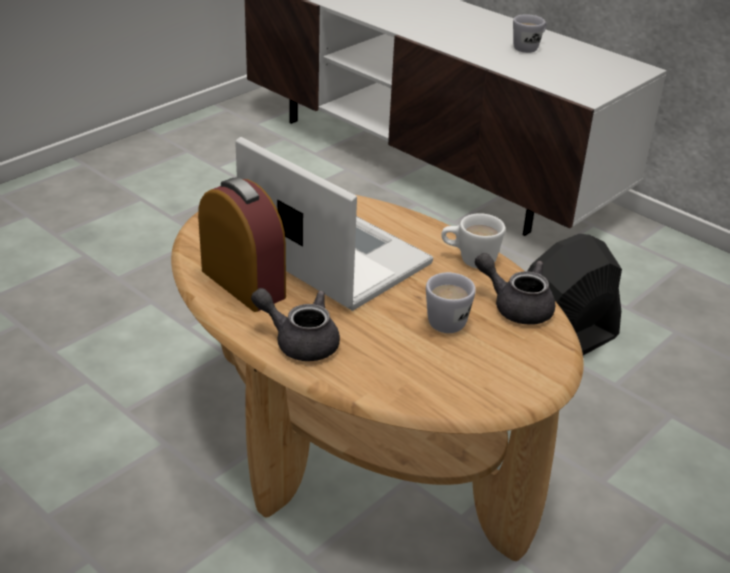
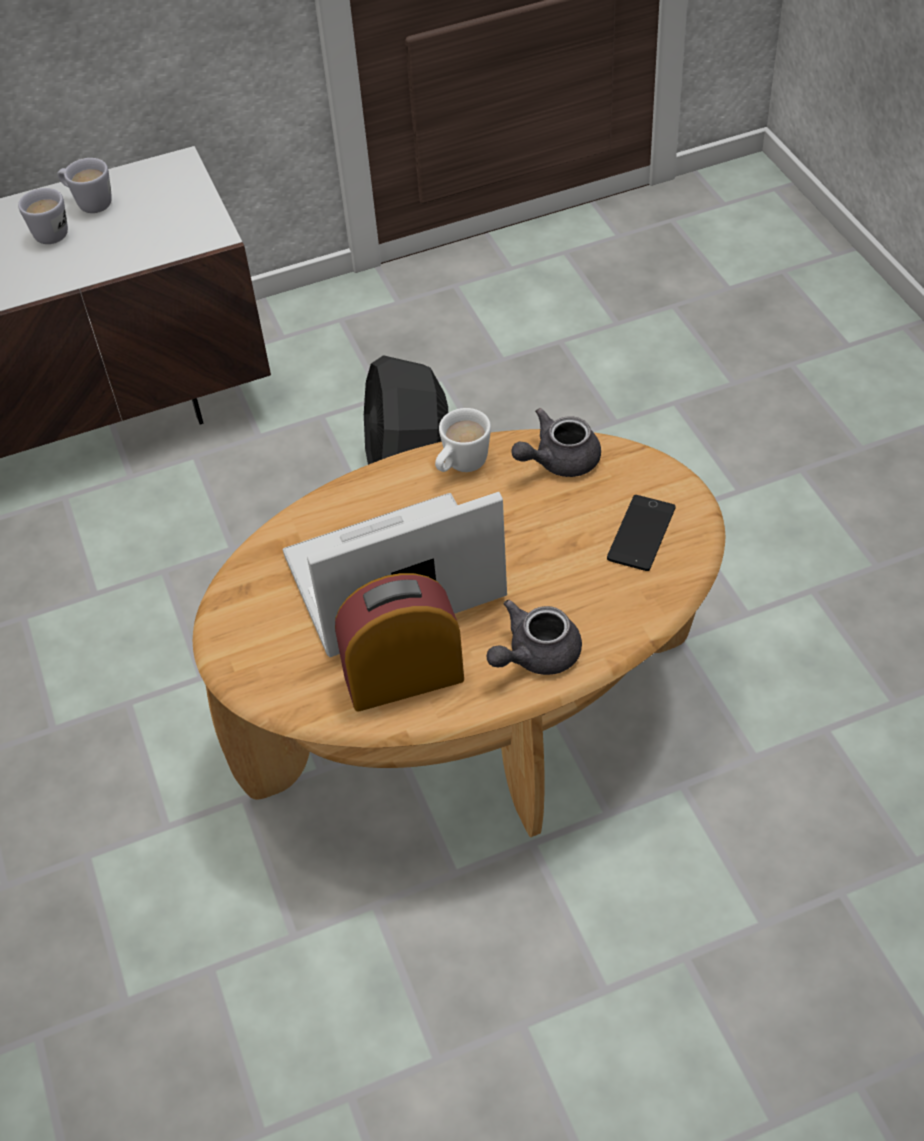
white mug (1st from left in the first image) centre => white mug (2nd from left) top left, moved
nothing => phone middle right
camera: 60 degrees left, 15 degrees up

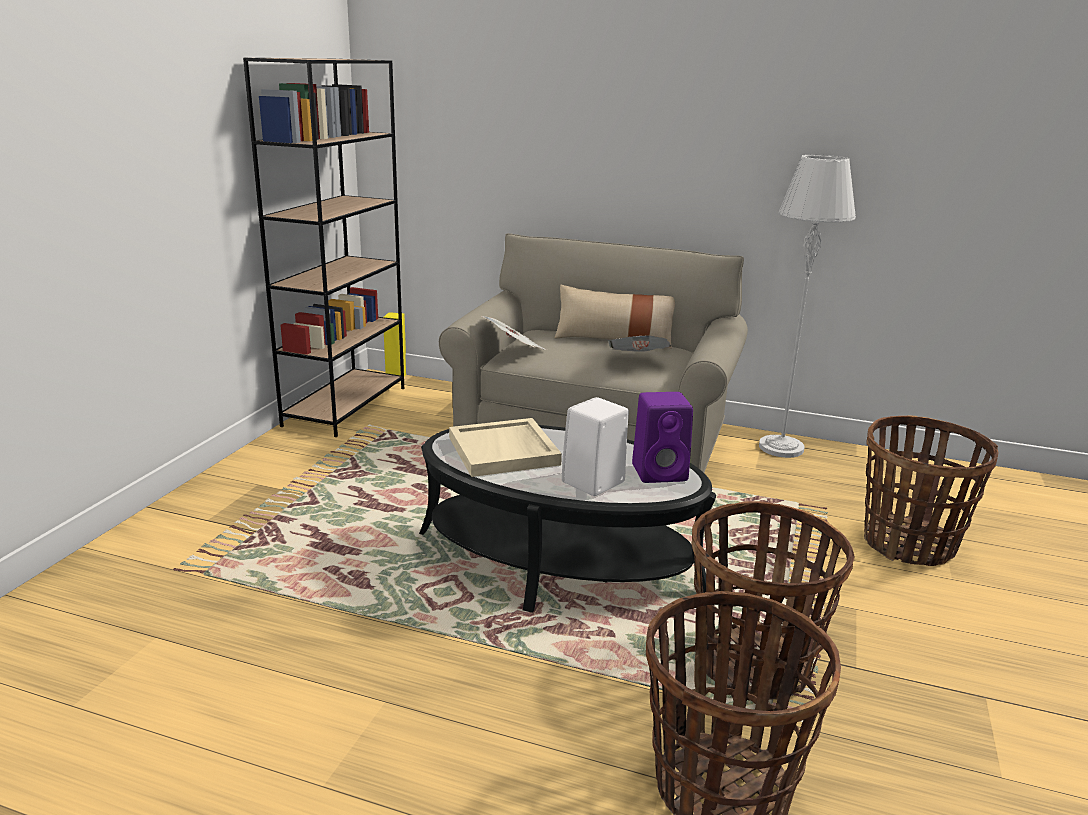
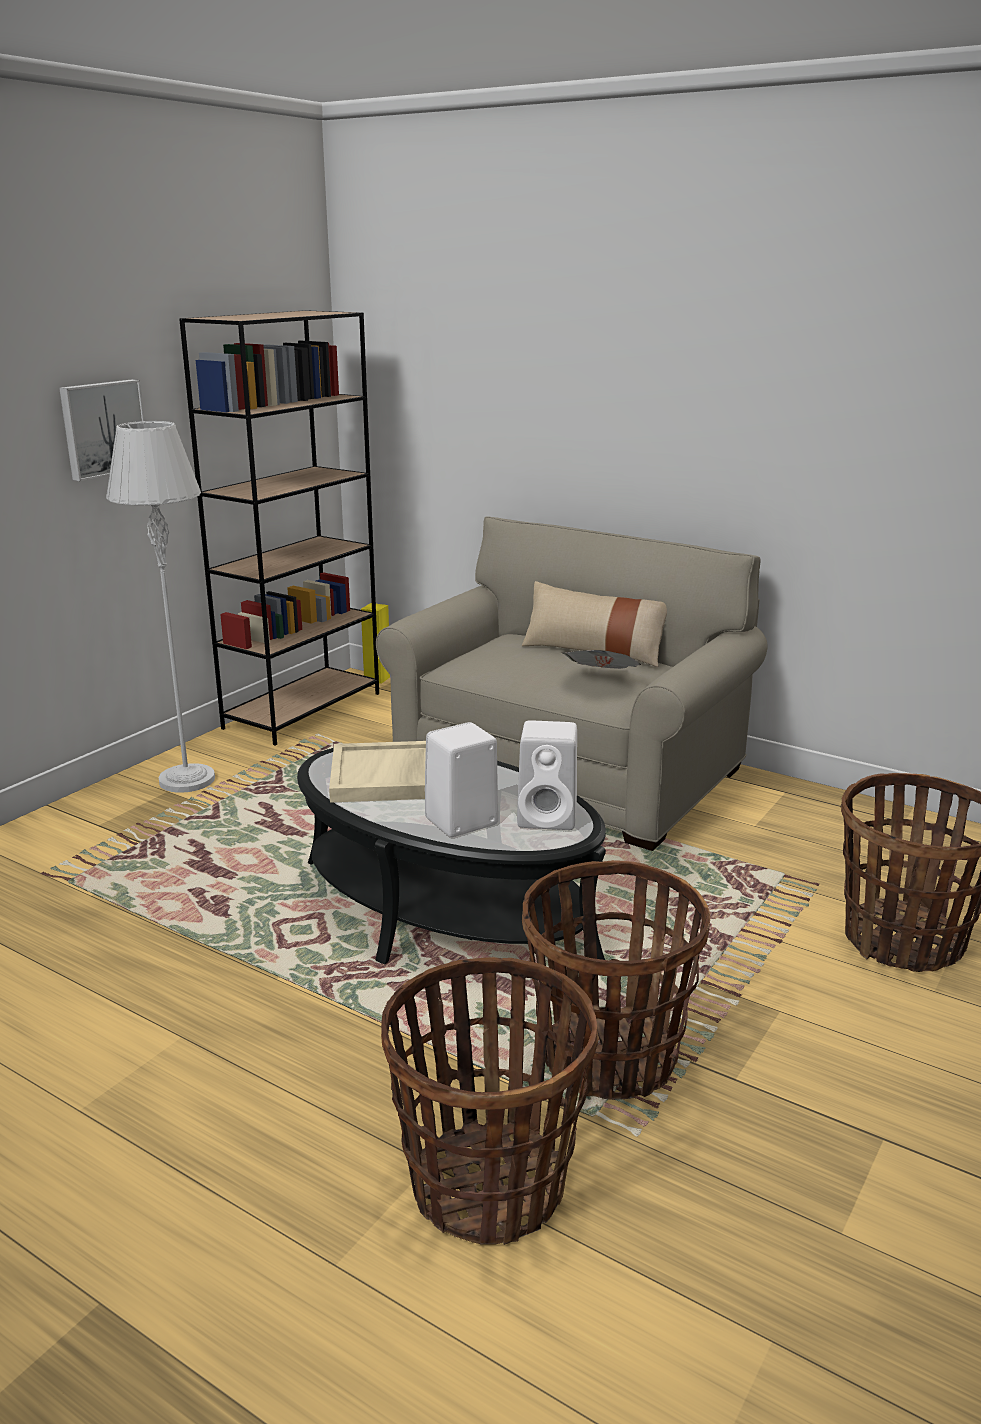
nothing => picture top left
grey floor lamp middle right => grey floor lamp middle left, moved
purple speaker centre => white speaker (2nd from left) centre
newspaper (1st from left) centre => nothing
camera: 15 degrees right, 0 degrees up

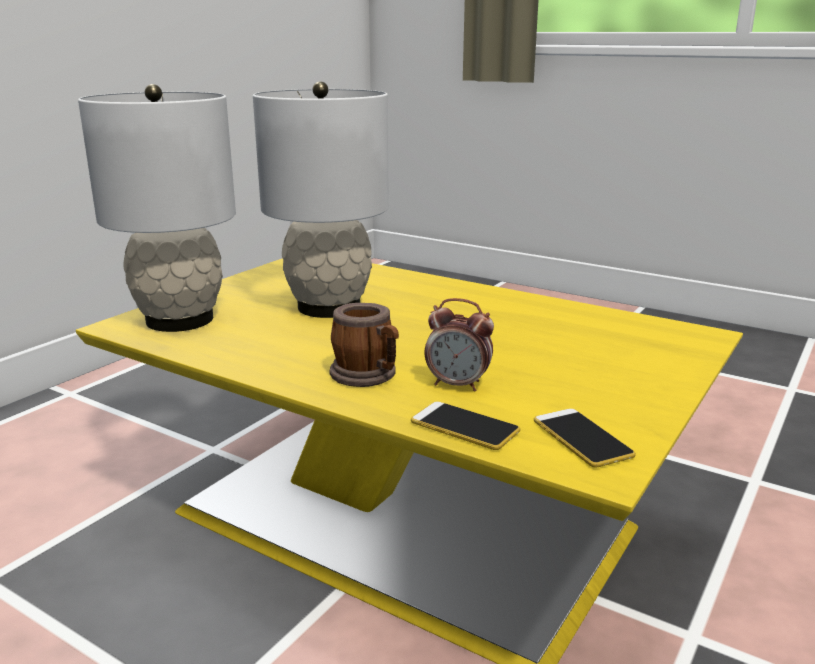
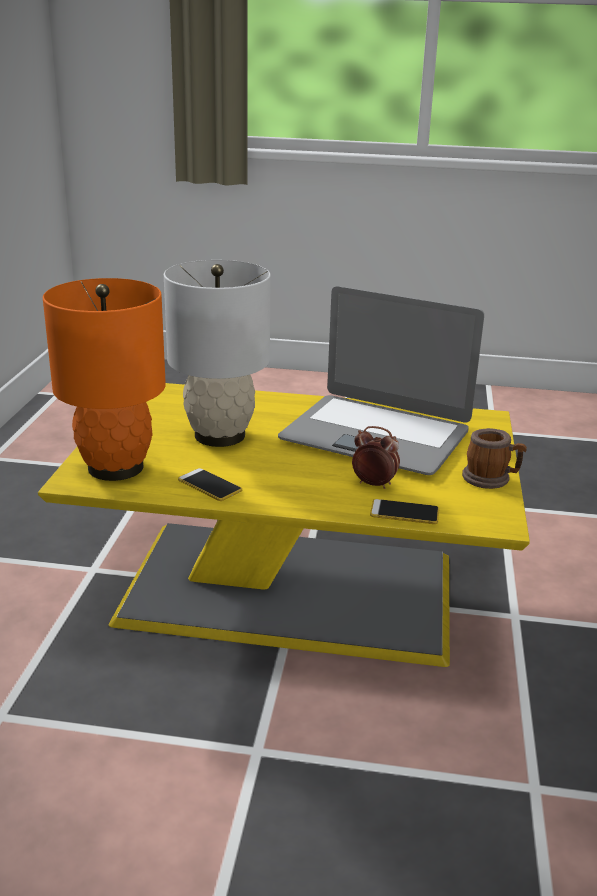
white table lamp (1st from left) top left => orange table lamp middle left
phone (2nd from left in the first image) middle right => phone (1st from left) centre, moved
nothing => laptop centre
alarm clock centre, 150 degrees counterclockwise
mug centre => mug middle right, moved
camera: 25 degrees left, 5 degrees up

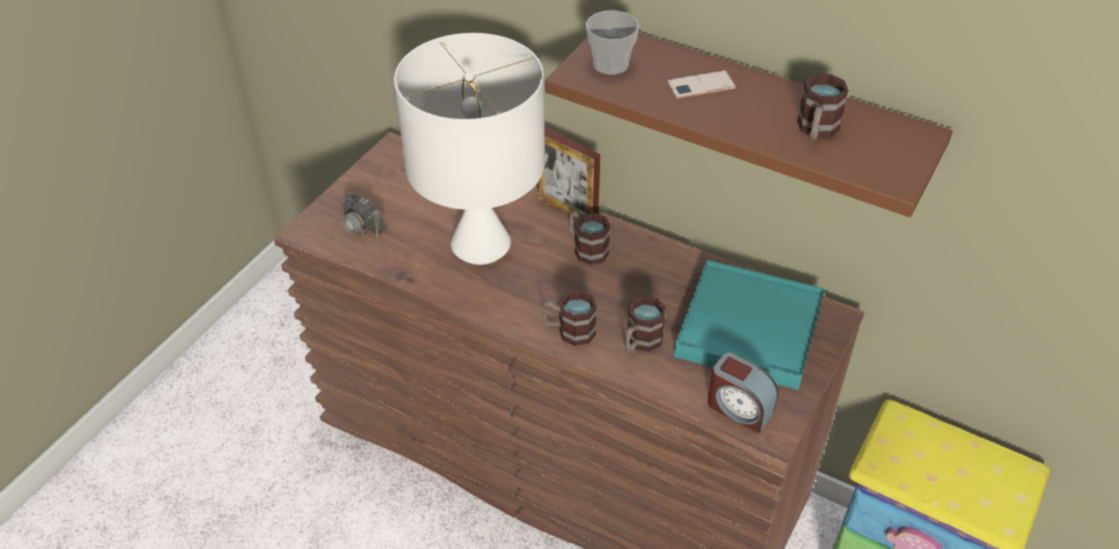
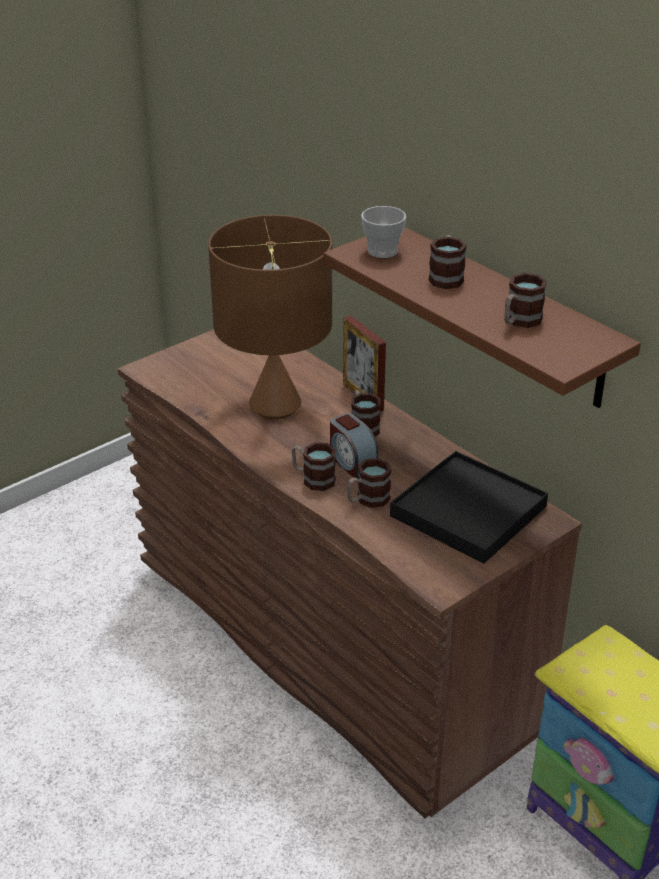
white table lamp top centre => brown table lamp centre
alarm clock bottom centre => alarm clock centre, moved
turquoise tray middle right => black tray middle right
phone top centre => mug (4th from left) top right
photo camera middle left => nothing
camera: 20 degrees right, 10 degrees down

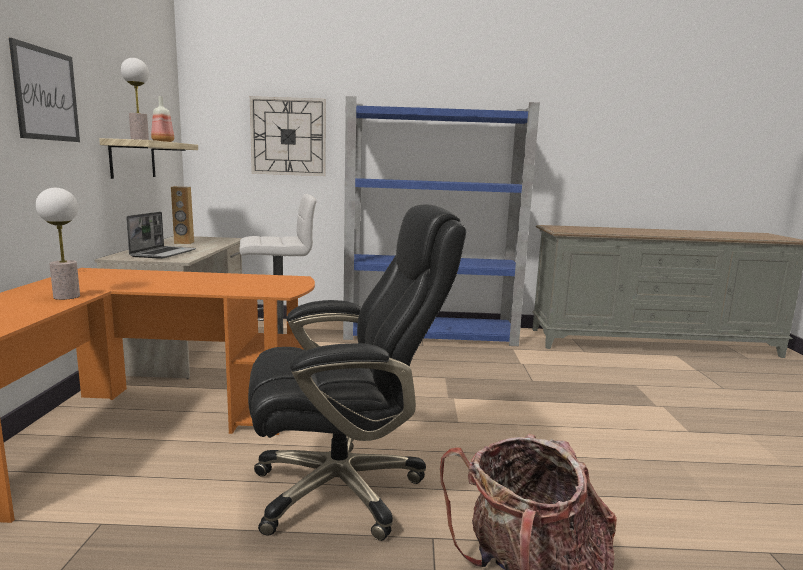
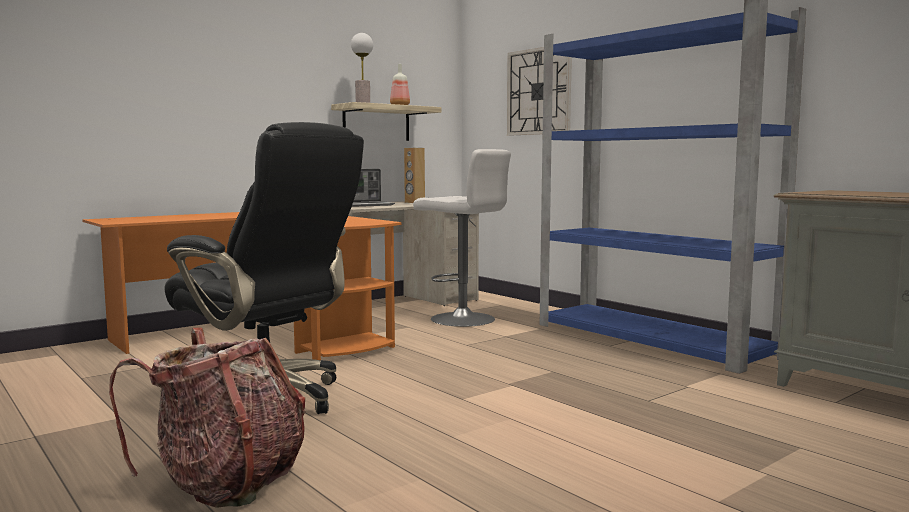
picture top left => nothing
table lamp (1st from left) middle left => nothing
camera: 50 degrees right, 5 degrees down

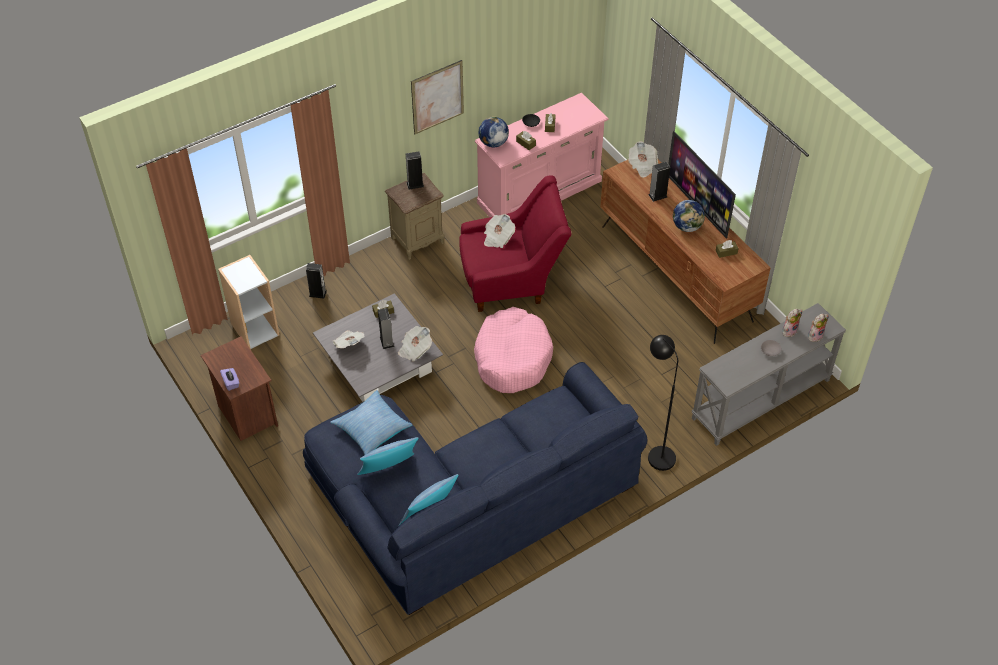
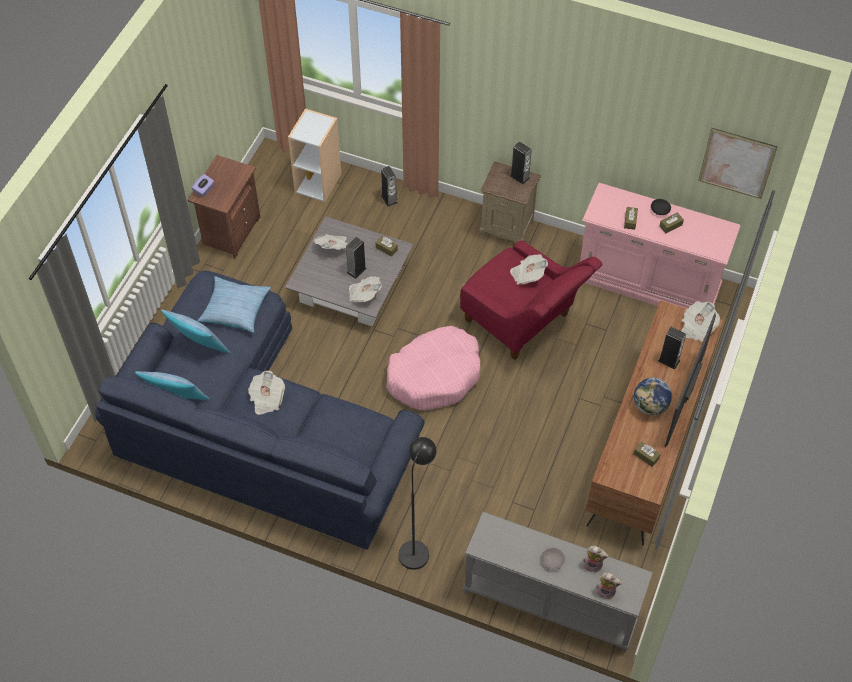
nothing => newspaper (1st from left) middle left
picture top centre => picture top right, moved
globe (1st from left) top centre => nothing
camera: 55 degrees right, 5 degrees up

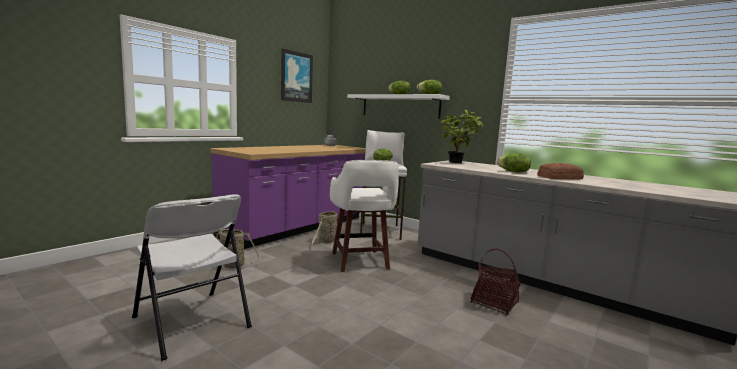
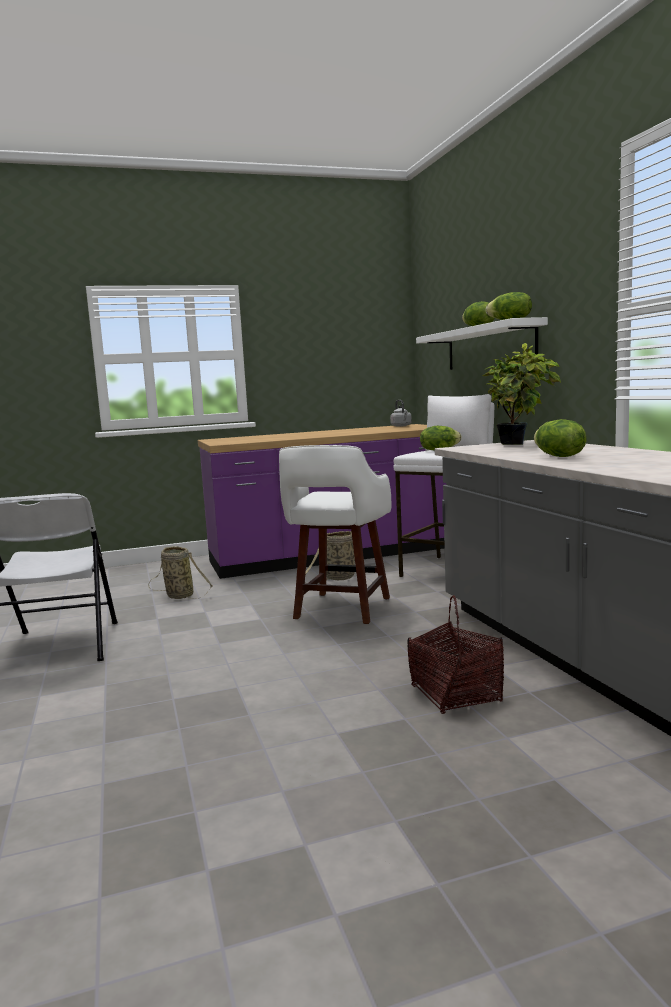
picture top centre => nothing
bread middle right => nothing
camera: 35 degrees right, 0 degrees up

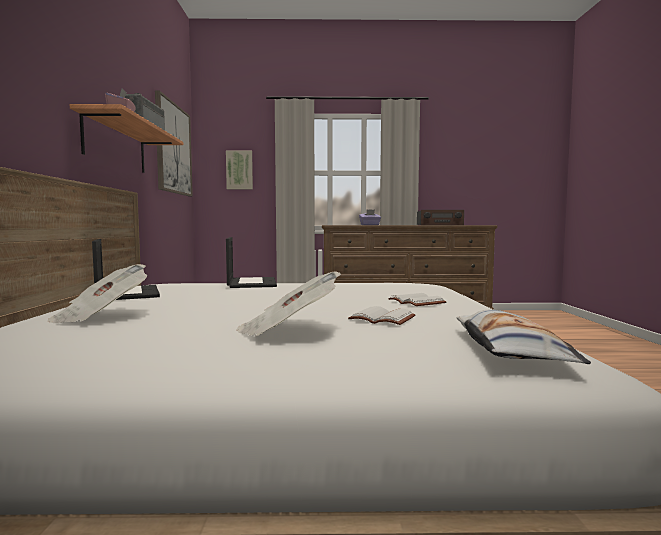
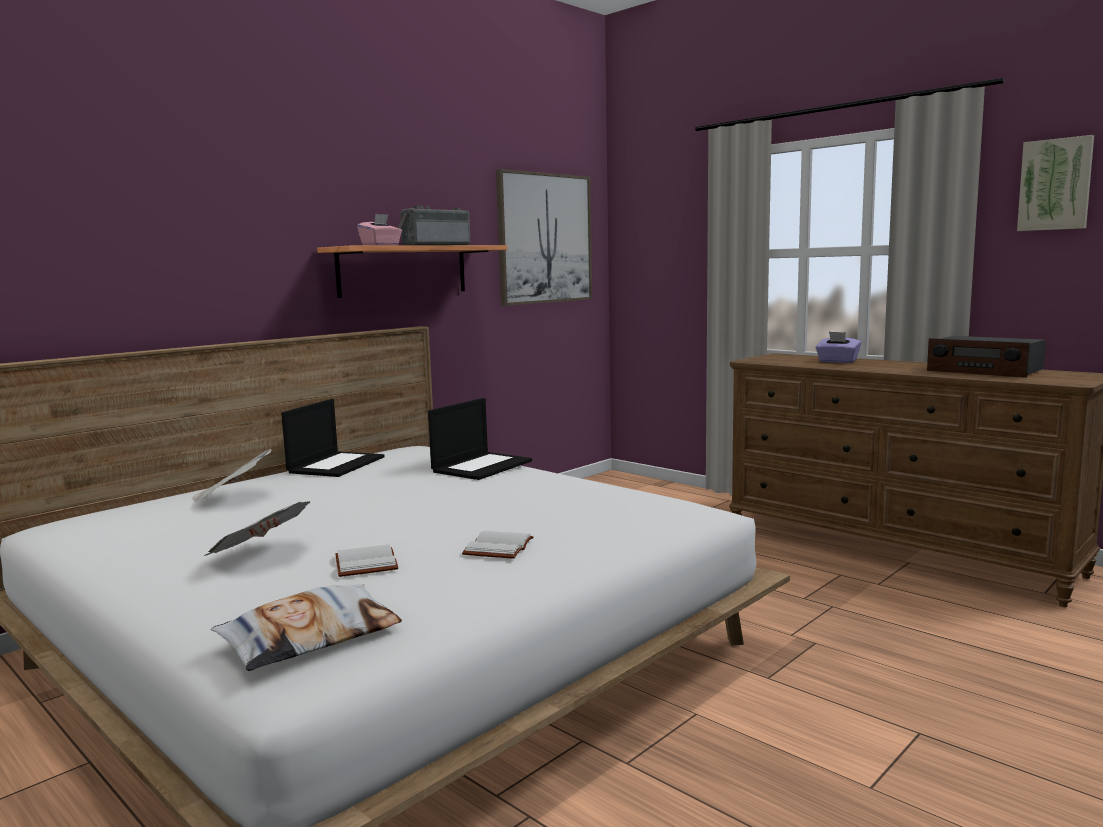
picture (2nd from left) top centre => picture (2nd from left) top right, moved
camera: 45 degrees right, 5 degrees up

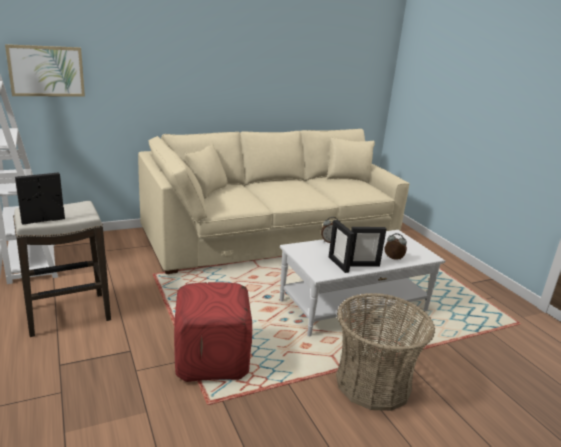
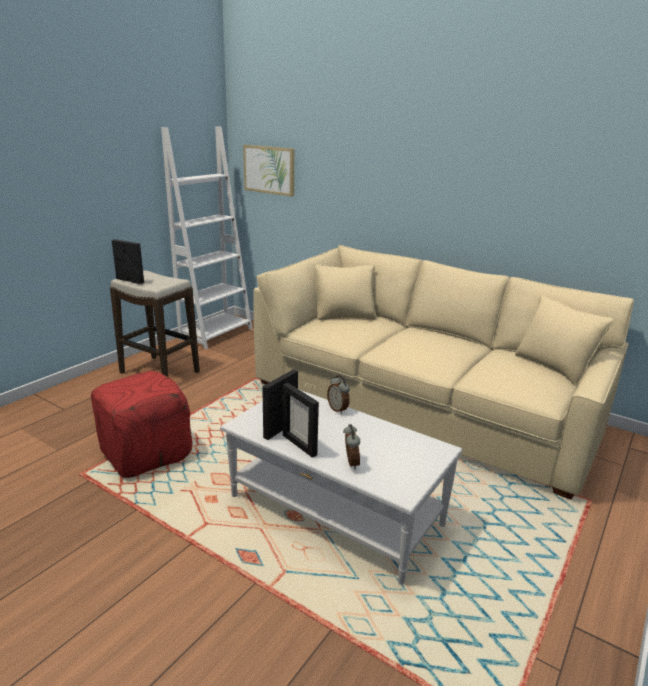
basket bottom right => nothing
camera: 60 degrees right, 0 degrees up

